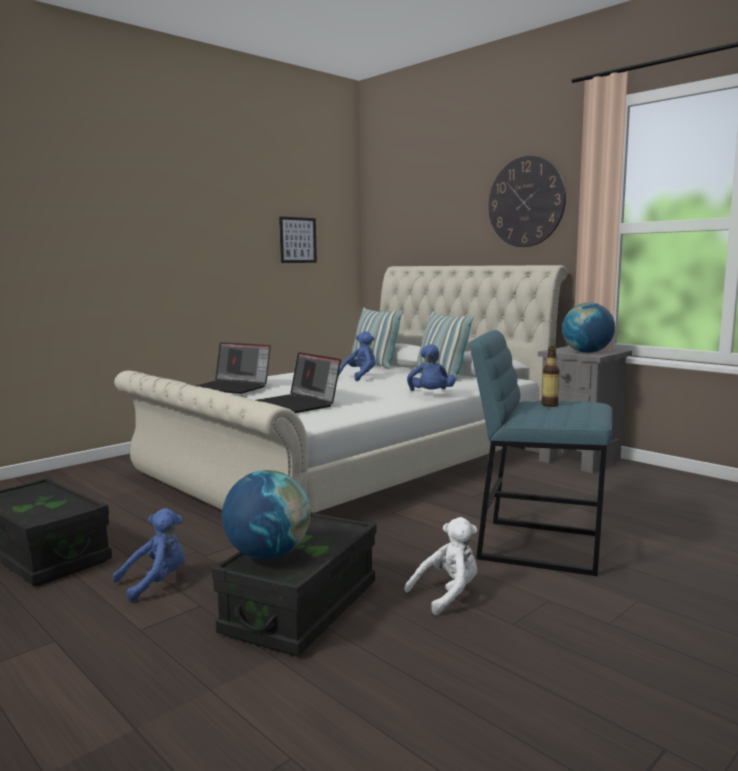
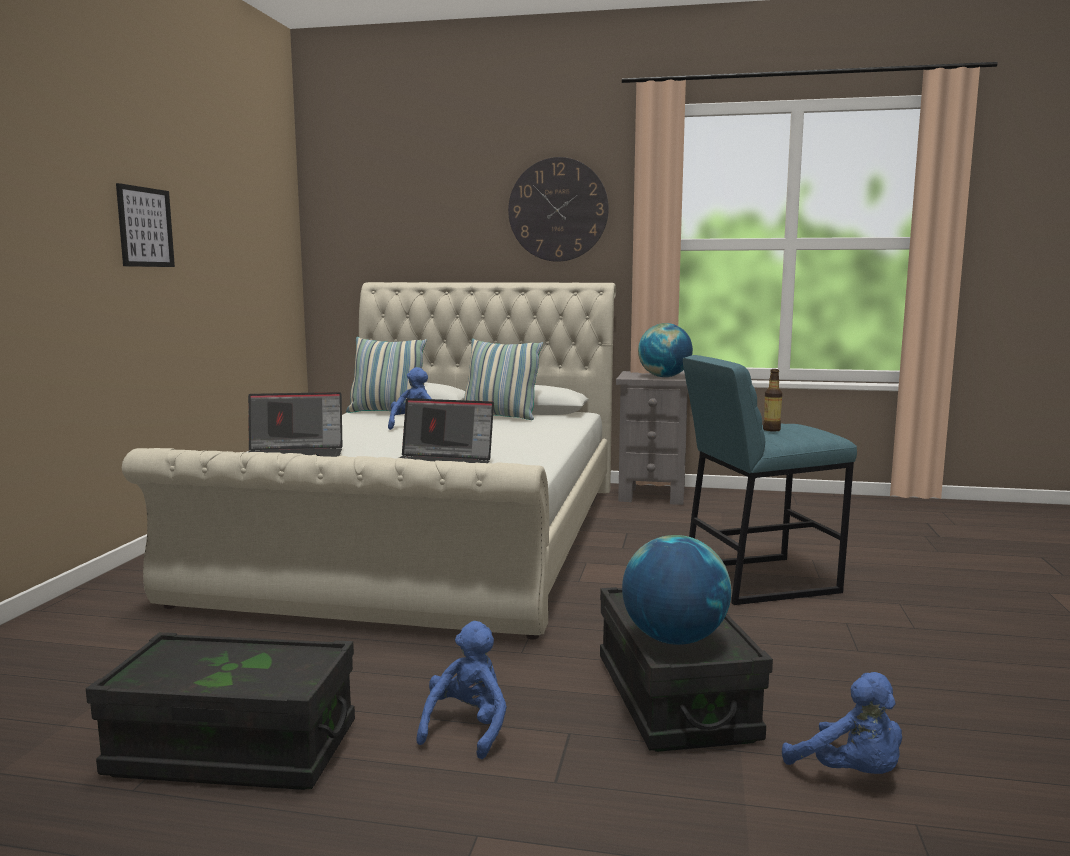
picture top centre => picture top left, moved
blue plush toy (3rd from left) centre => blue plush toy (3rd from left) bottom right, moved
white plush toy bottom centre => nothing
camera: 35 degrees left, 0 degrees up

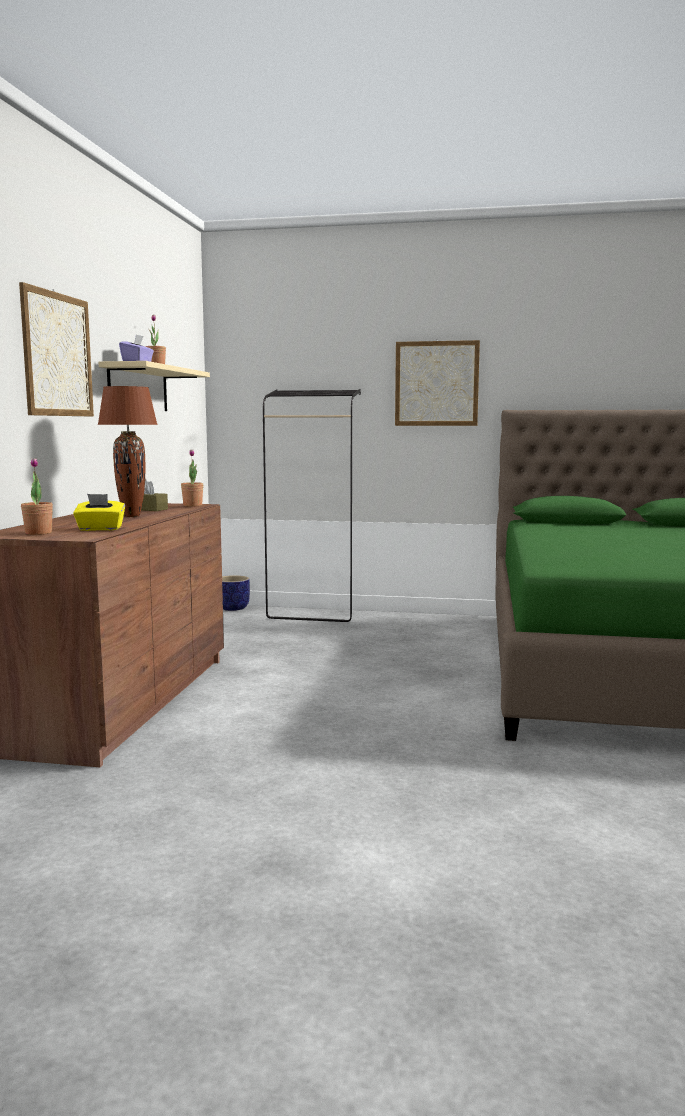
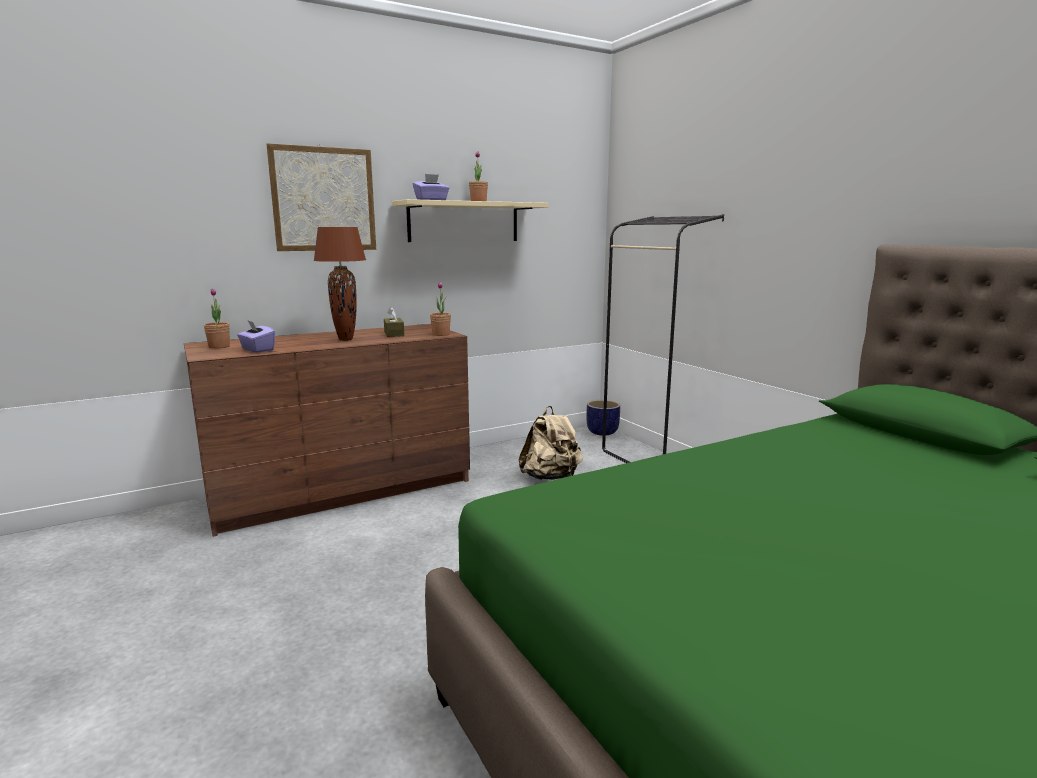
yellow tissue box middle left => purple tissue box (1st from left) middle left
nothing => beige backpack centre
picture (2nd from left) centre => nothing
camera: 50 degrees right, 5 degrees up

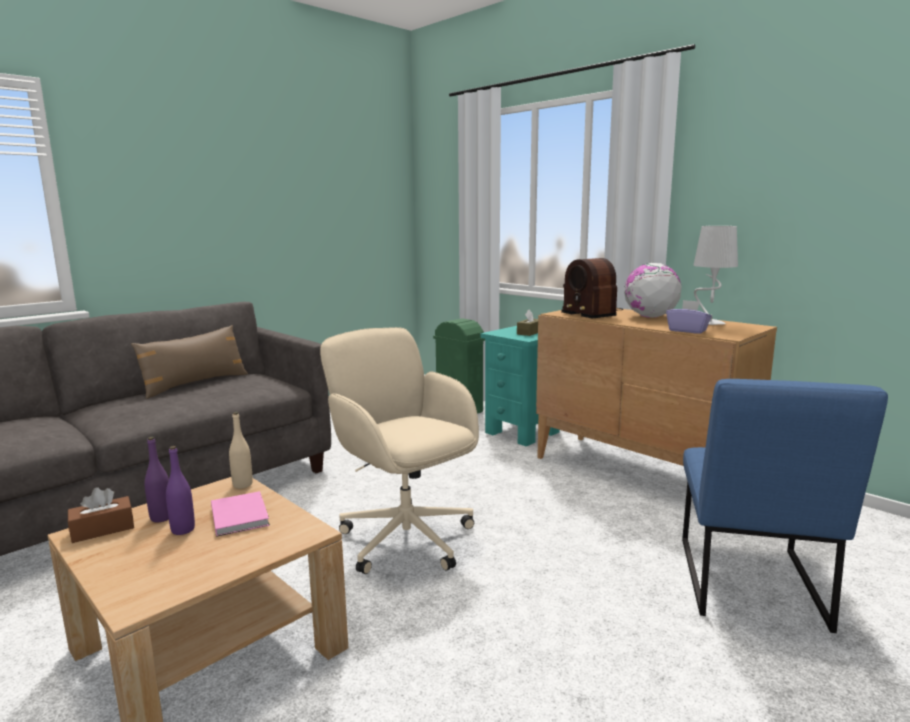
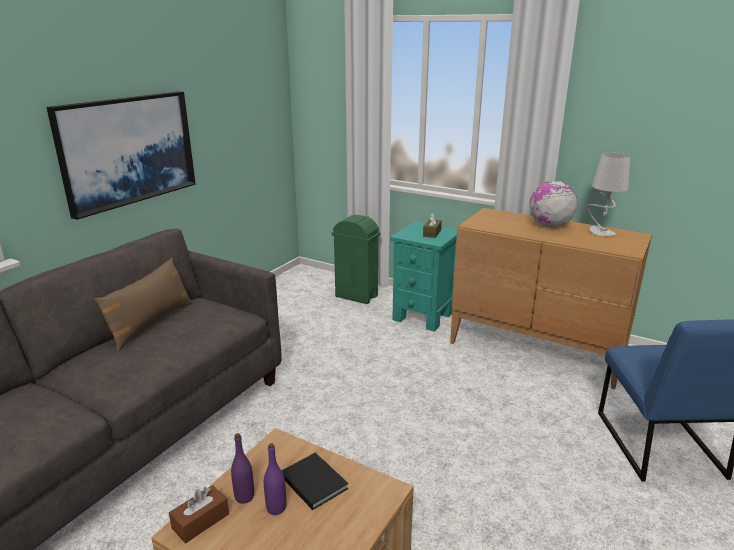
nothing => picture top left
pink book bottom left => black book bottom centre
beige bottle middle left => nothing
beige office chair centre => nothing
radio centre => nothing
purple tissue box middle right => nothing
camera: 15 degrees left, 10 degrees up

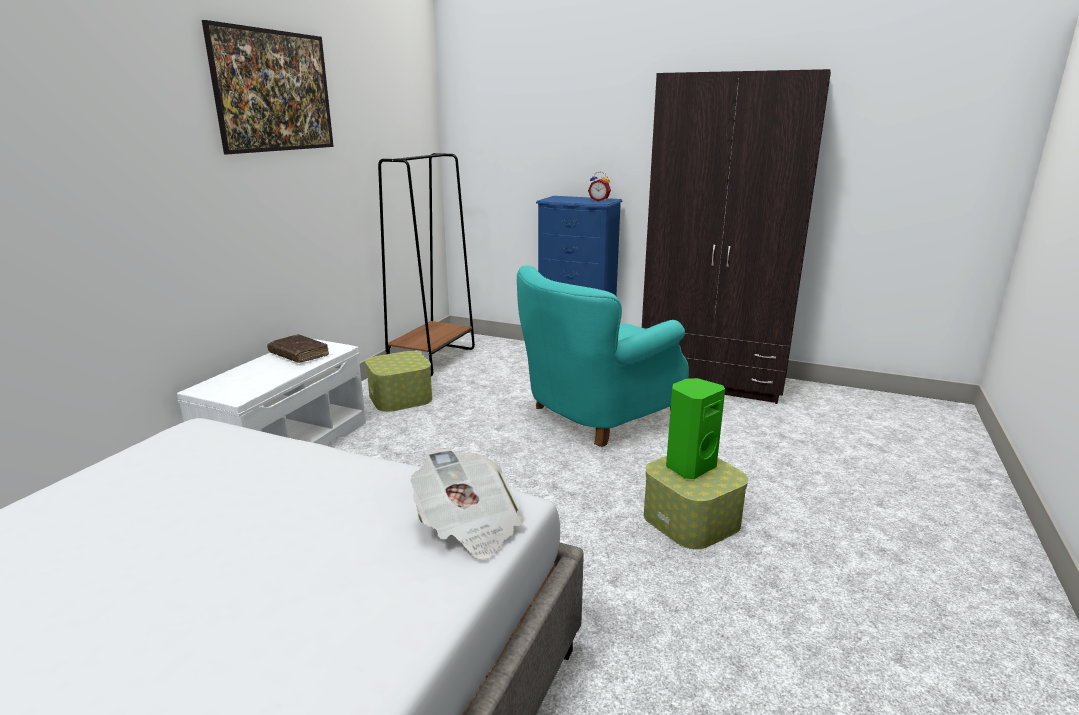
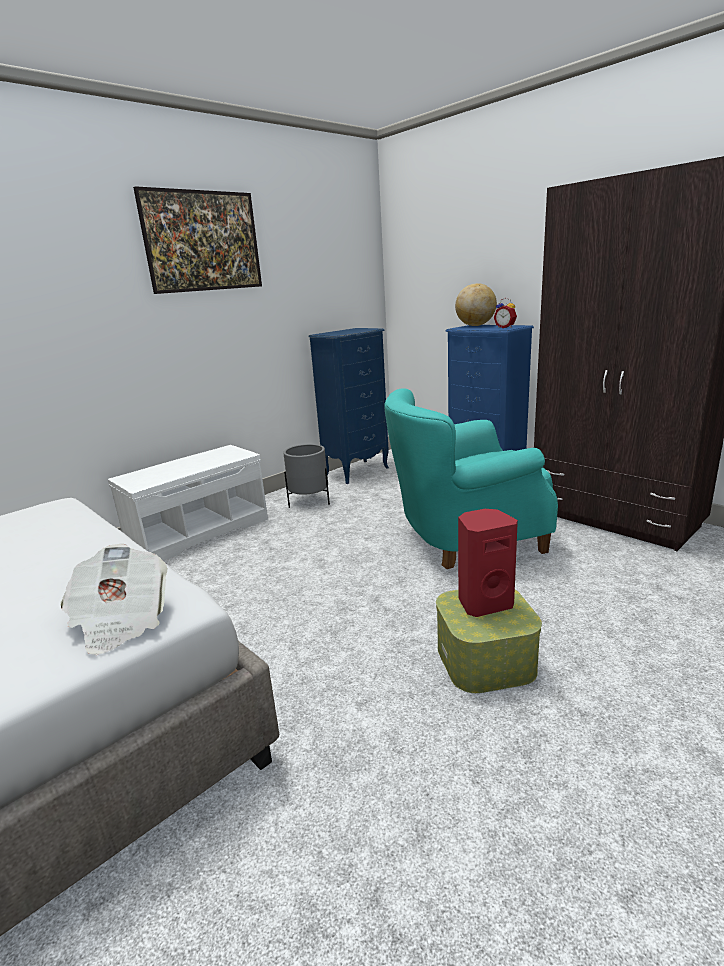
storage box (1st from left) centre => grey planter centre
clothes rack centre => blue dresser (1st from left) centre
nothing => globe top centre
green speaker centre => red speaker middle right
brown book middle left => nothing
camera: 25 degrees right, 0 degrees up

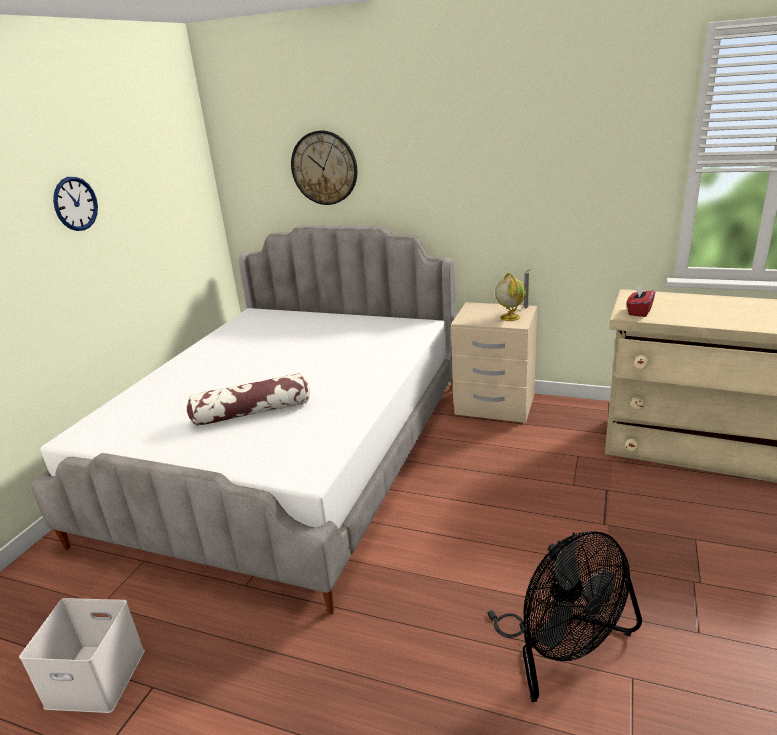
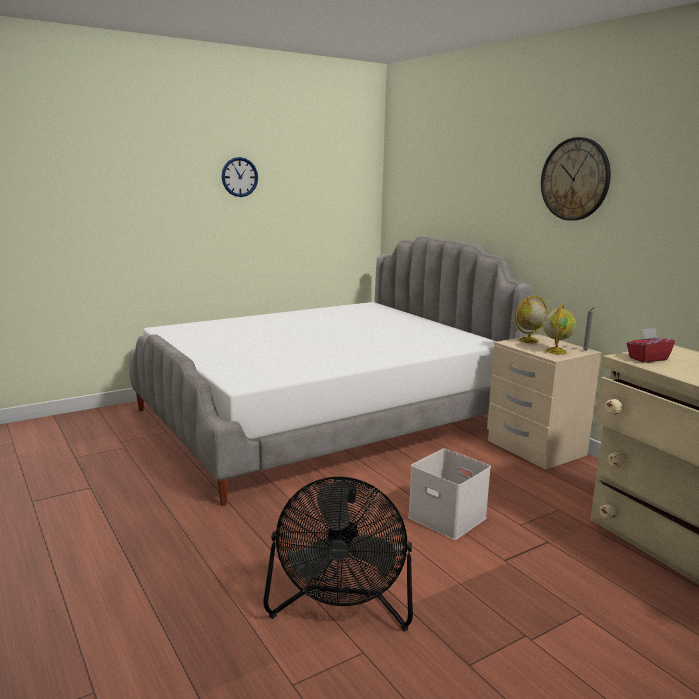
white storage box bottom left => white storage box bottom centre, moved
nothing => globe (1st from left) middle right
wall clock (2nd from left) top centre => wall clock (2nd from left) top right, moved
pillow middle left => nothing
camera: 35 degrees right, 10 degrees down

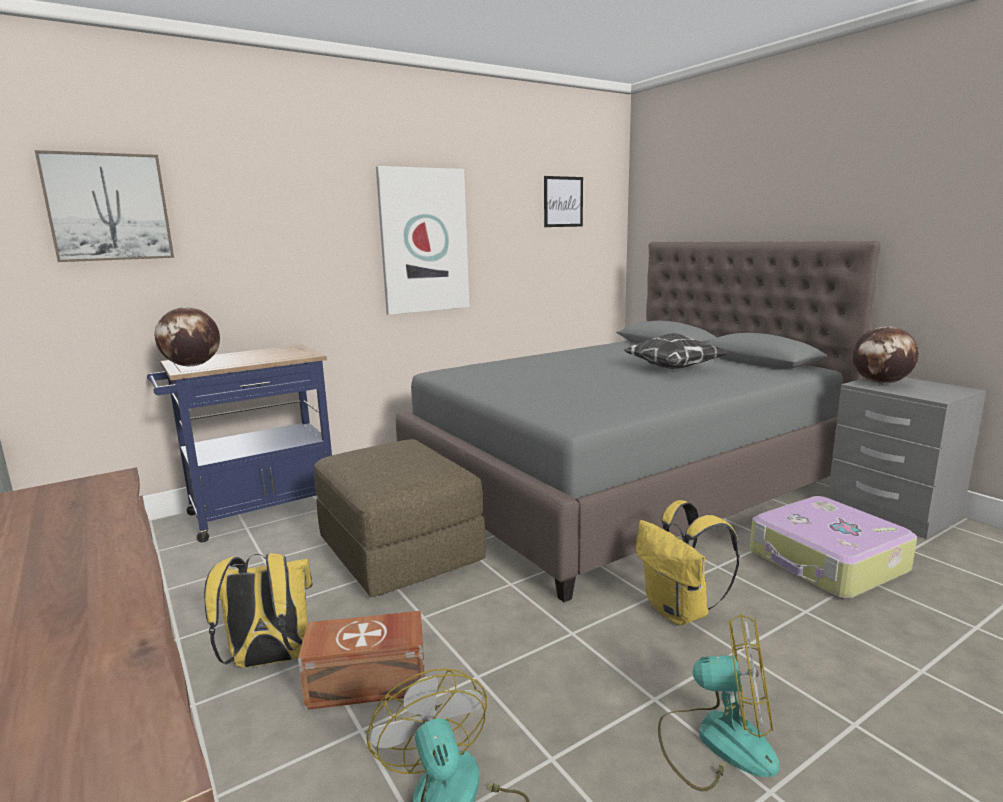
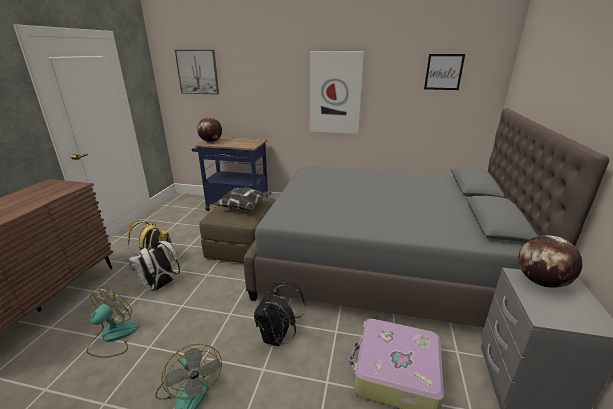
brown storage box bottom centre => white backpack middle left
pillow middle right => pillow centre, moved
yellow backpack (2nd from left) bottom right => black backpack bottom centre
camera: 45 degrees right, 10 degrees up

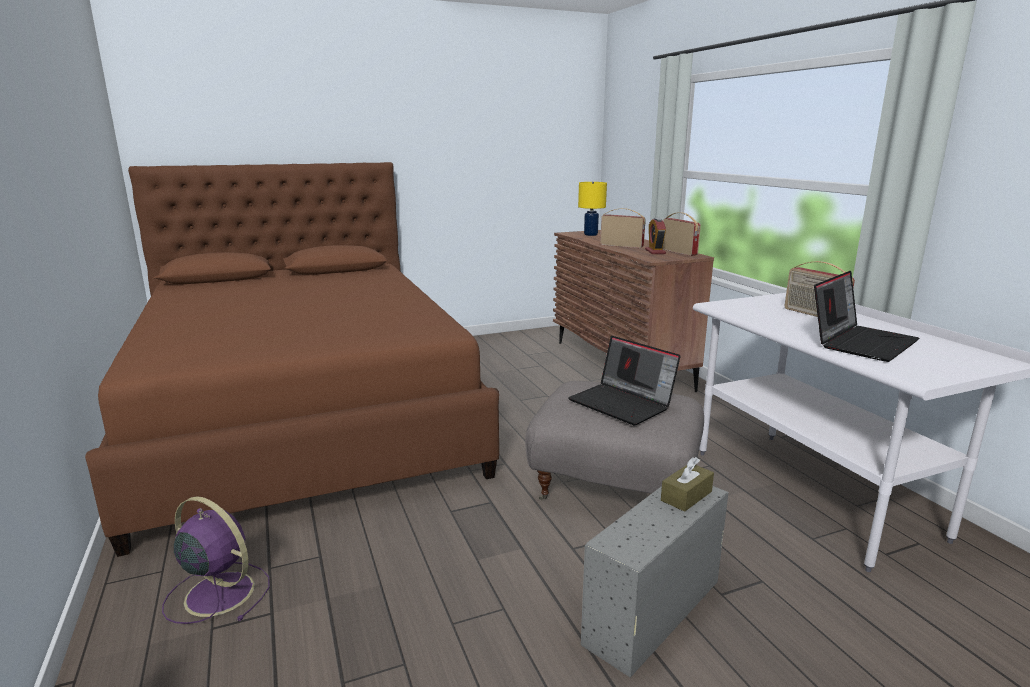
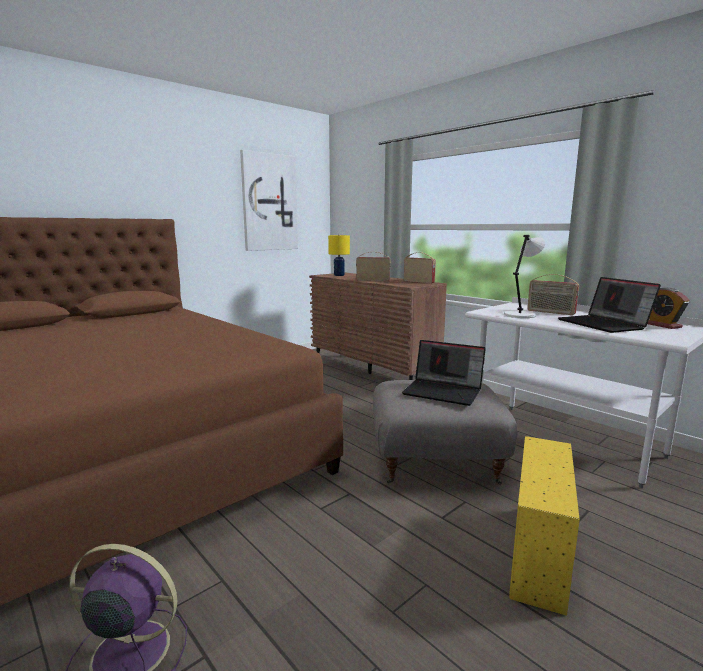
nothing => picture top centre
nothing => white table lamp middle right
grey storage box bottom centre => yellow storage box bottom right
laptop (2nd from left) middle right, 135 degrees clockwise
alarm clock centre => alarm clock middle right, moved
brown tissue box bottom right => nothing
camera: 20 degrees left, 5 degrees down

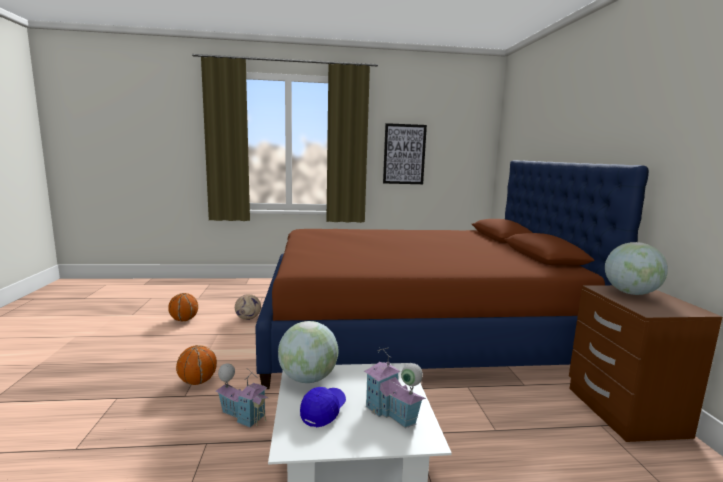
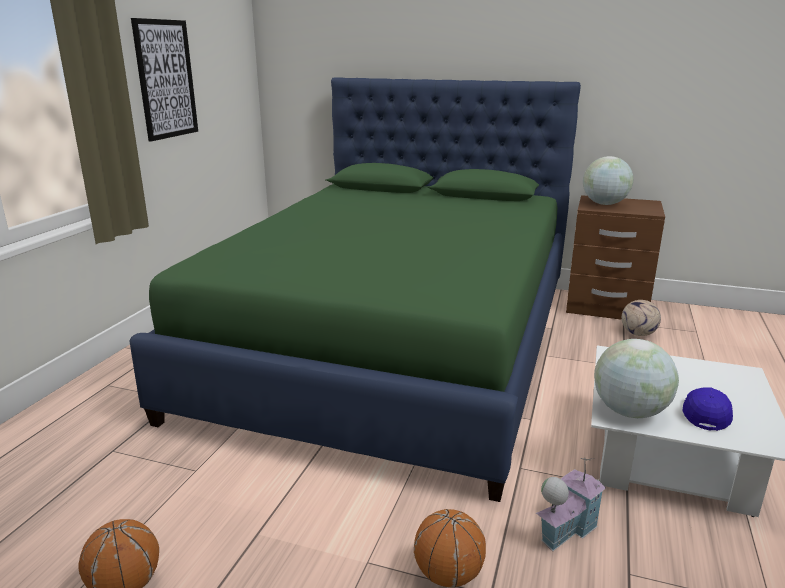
brown bed centre => green bed centre
football centre => football middle right, moved
blue cap bottom centre => blue cap bottom right, 60 degrees clockwise
toy house (2nd from left) bottom centre => nothing
camera: 65 degrees left, 10 degrees up

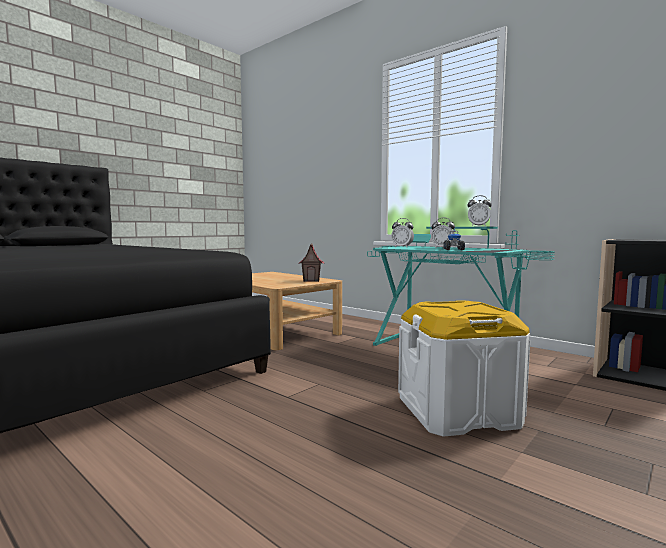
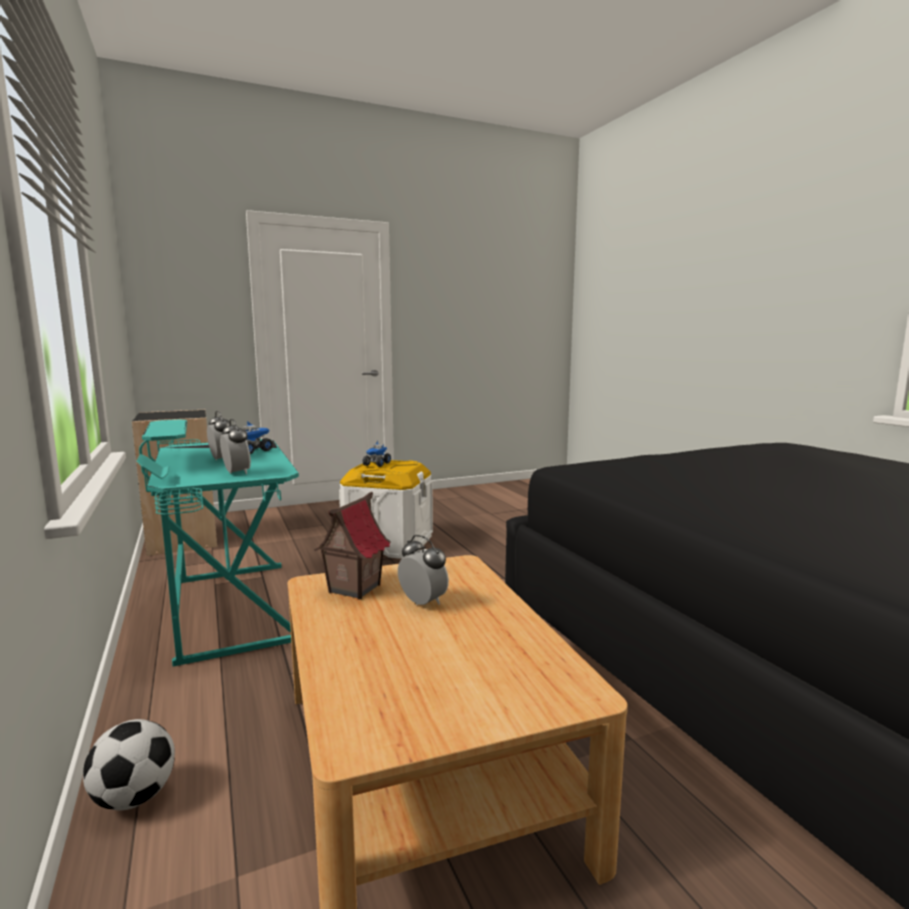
nothing => football bottom left
nothing => toy truck (2nd from left) centre
alarm clock (3rd from left) middle right => alarm clock (3rd from left) centre, moved
camera: 155 degrees left, 5 degrees up

